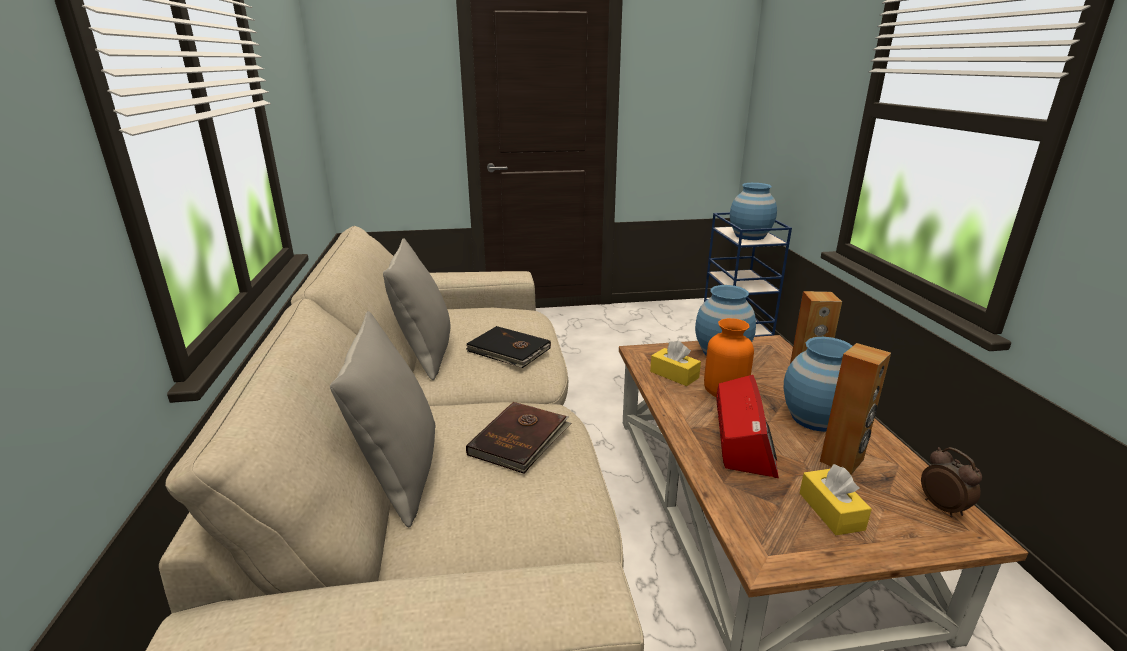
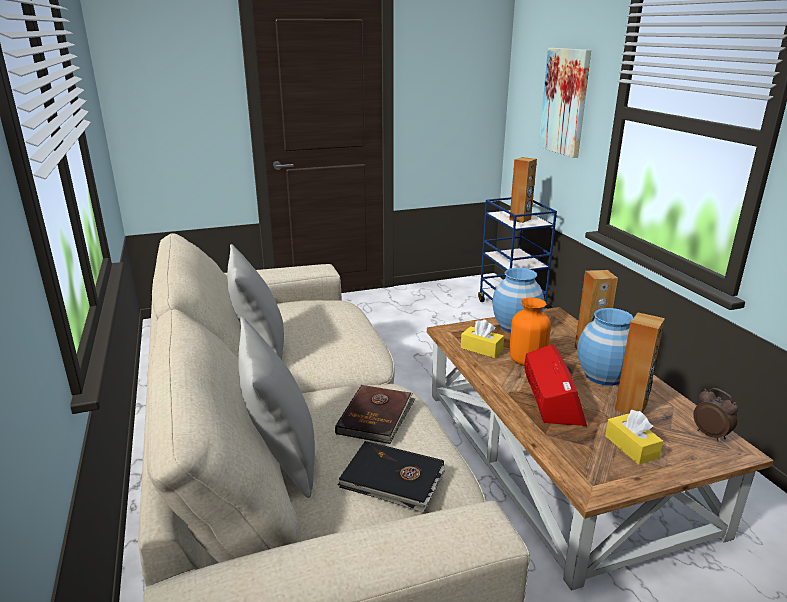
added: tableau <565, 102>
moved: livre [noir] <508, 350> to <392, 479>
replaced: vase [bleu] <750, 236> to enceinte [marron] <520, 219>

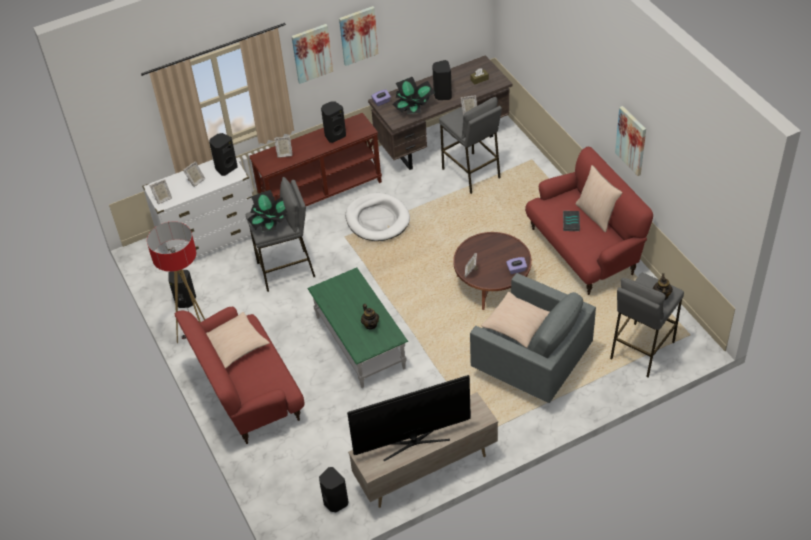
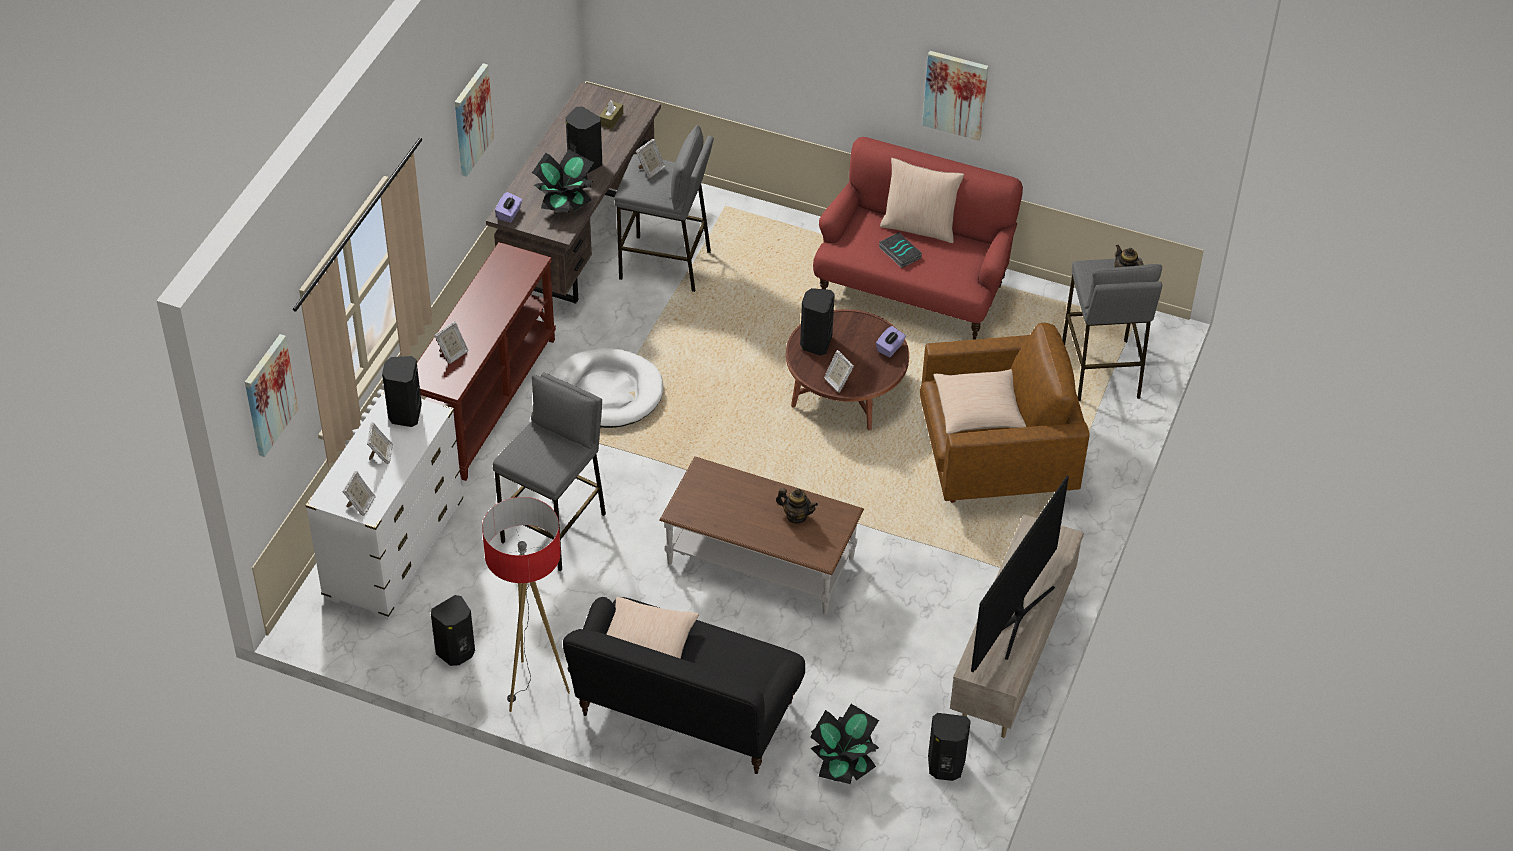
moved: plante en pot <272, 223> to <843, 761>; tableau <312, 53> to <269, 395>; enceinte [noir] <334, 135> to <815, 343>
recoloured: canapé [rouge] <248, 393> to canapé [noir] <686, 712>; table basse [vert] <360, 342> to table basse [marron] <760, 560>; fauteuil [gris] <530, 364> to fauteuil [marron] <995, 462>

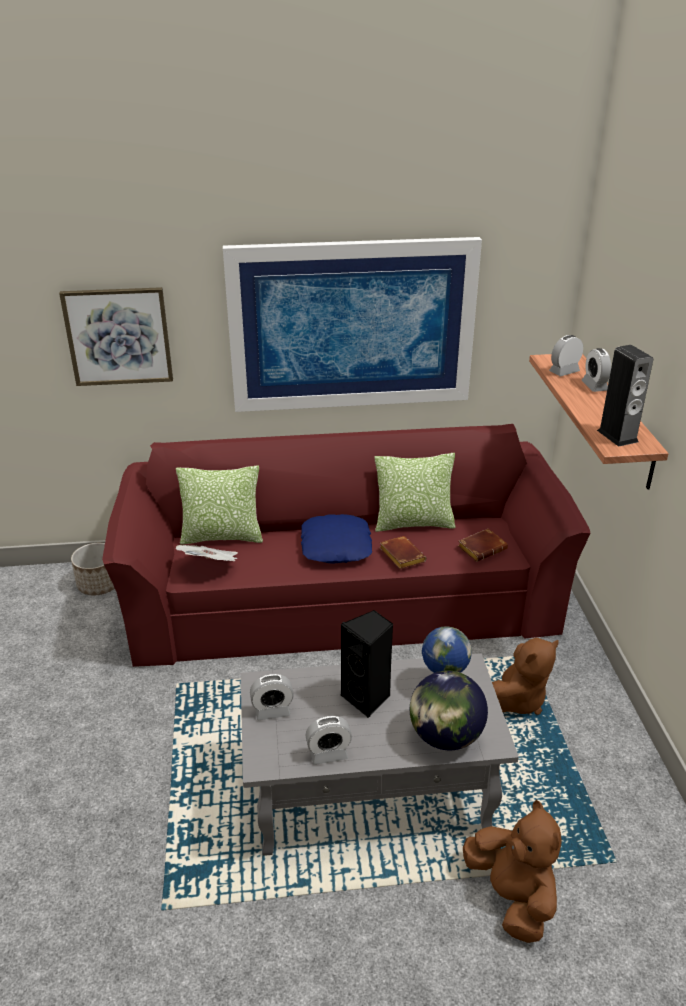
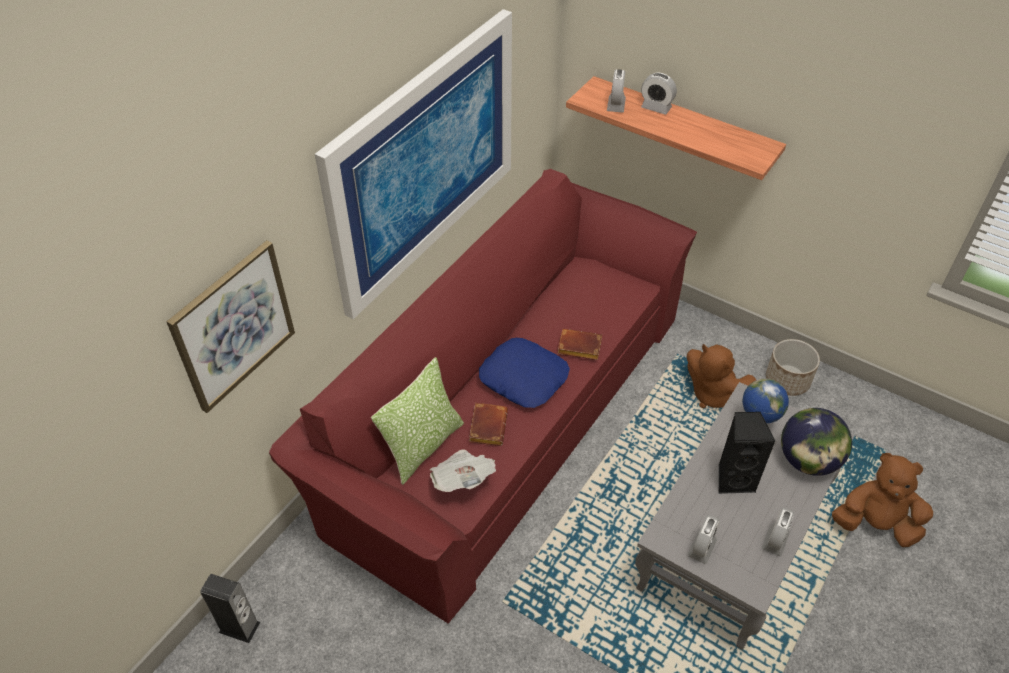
removed: coussin <413, 523>
moved: cache-pot <99, 584> to <787, 380>; livre [marron] <482, 548> to <487, 426>; enceinte <617, 436> to <239, 627>
turned: peluche [marron] <517, 700> = <714, 394> 135 degrees clockwise

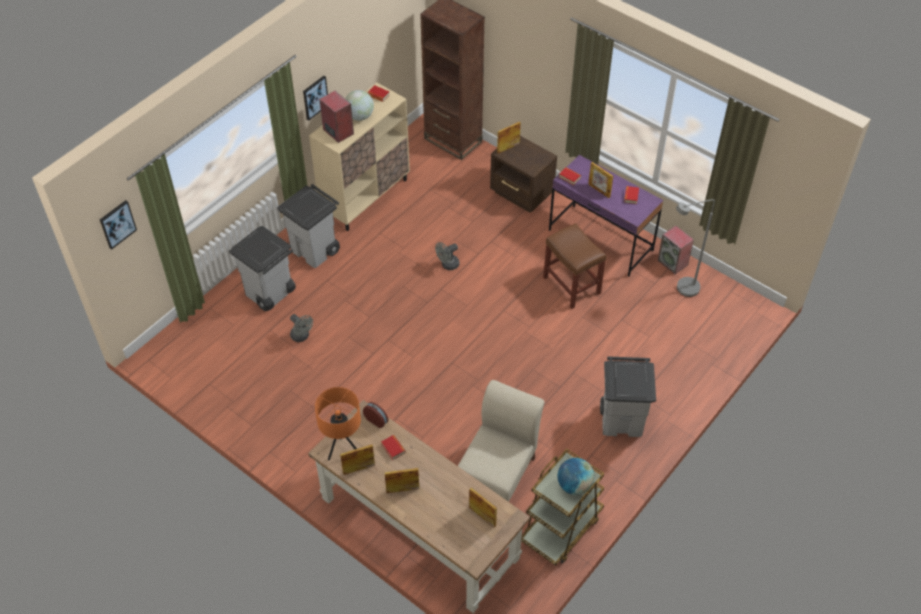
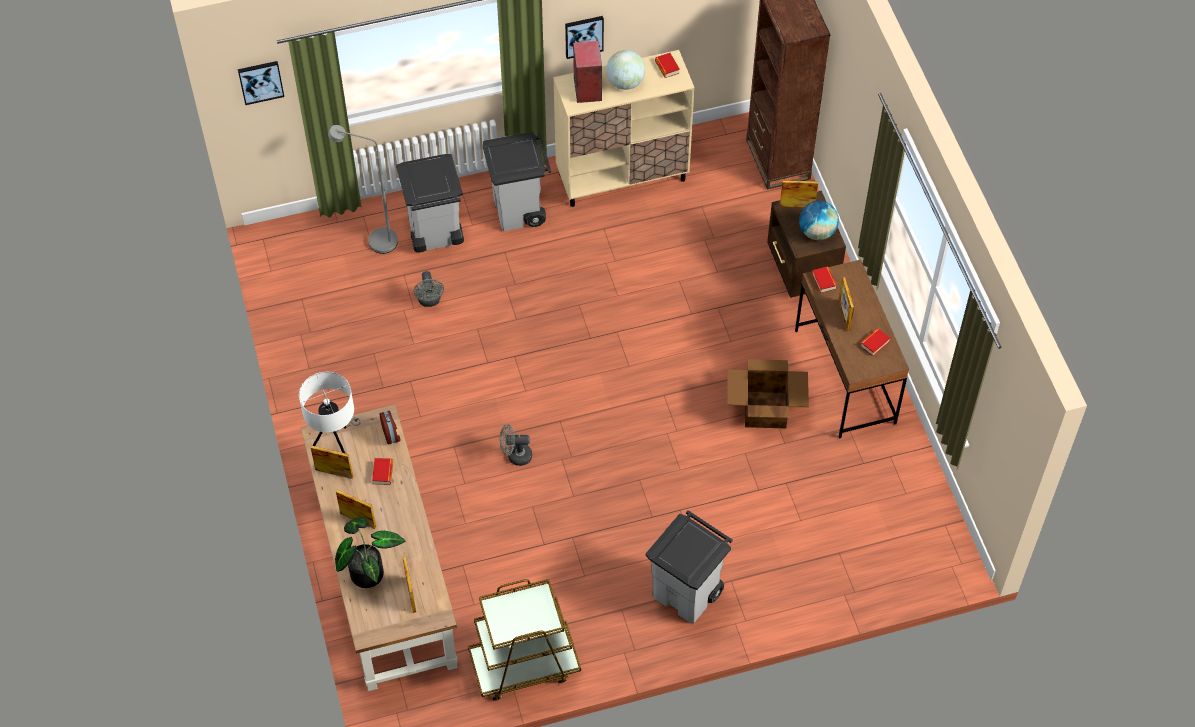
removed: chaise [beige] <498, 471>; enceinte <673, 262>
added: plante en pot <368, 570>
moved: ventilateur [gris] <447, 265> to <515, 456>; globe <574, 485> to <817, 232>; lampadaire [gris] <682, 289> to <375, 239>
replaced: tabouret [marron] <571, 285> to carton <764, 409>
recoloured: lampe de table [orange] <343, 448> to lampe de table [blanc] <337, 442>; bureau [violet] <600, 240> to bureau [marron] <844, 377>

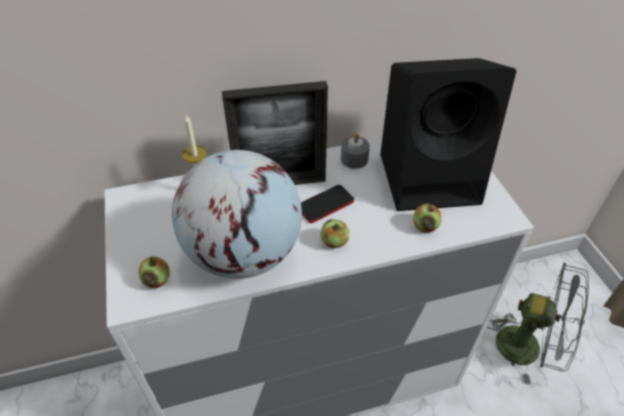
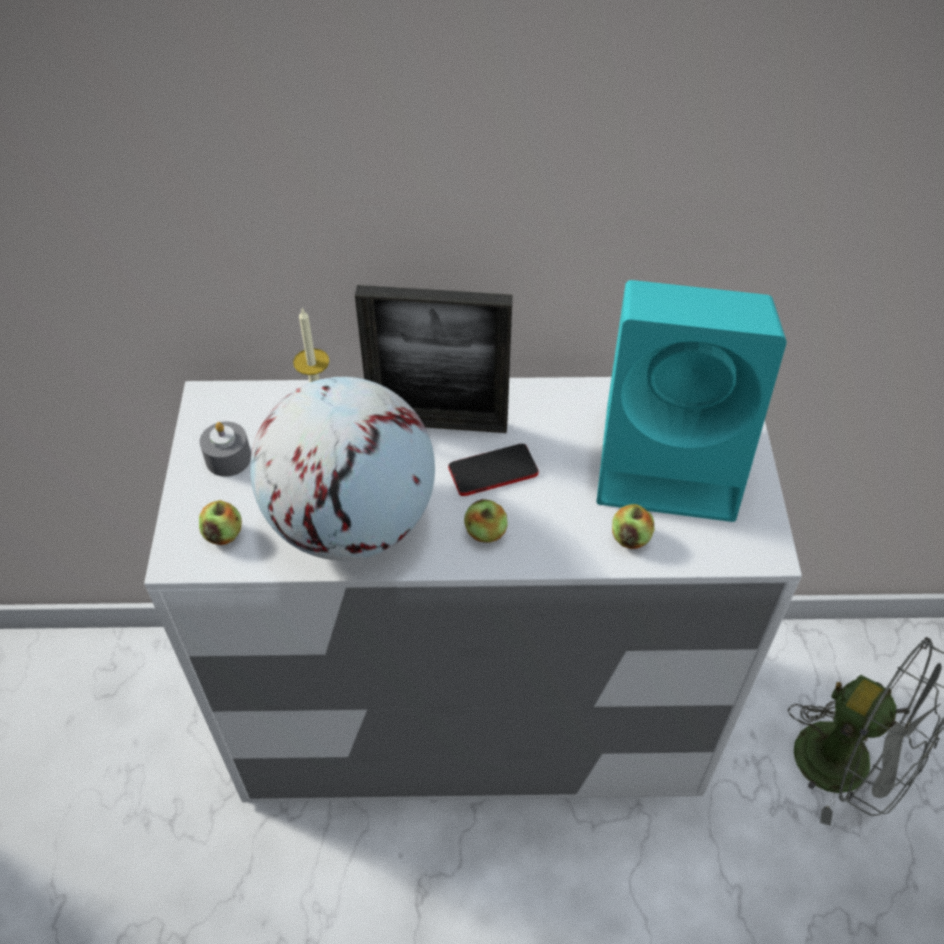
moved: bougie [gris] <354, 159> to <228, 458>
recoloured: enceinte [noir] <431, 177> to enceinte [turquoise] <673, 460>

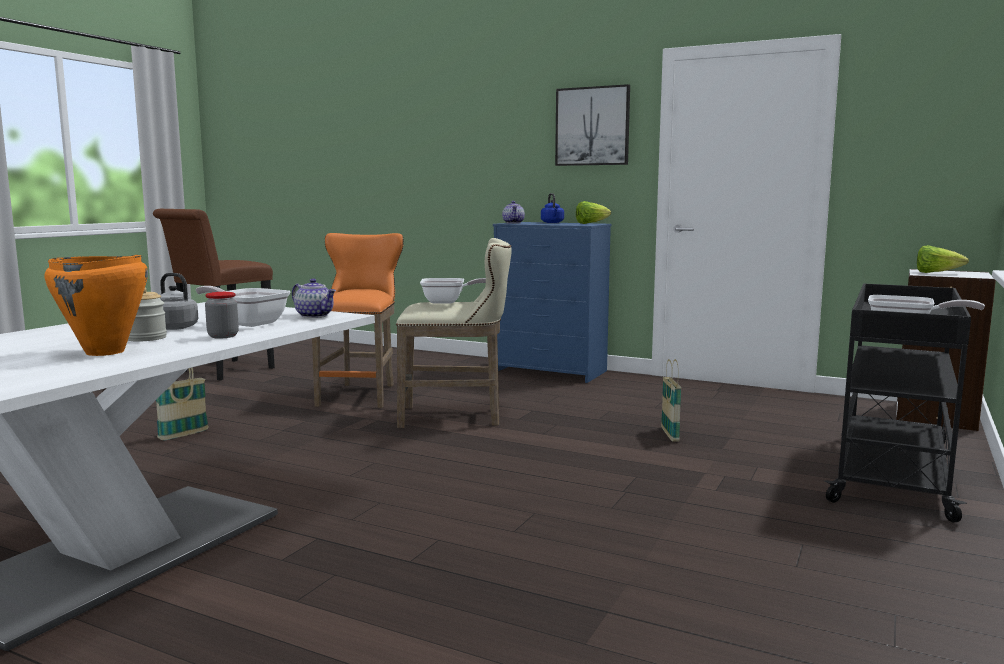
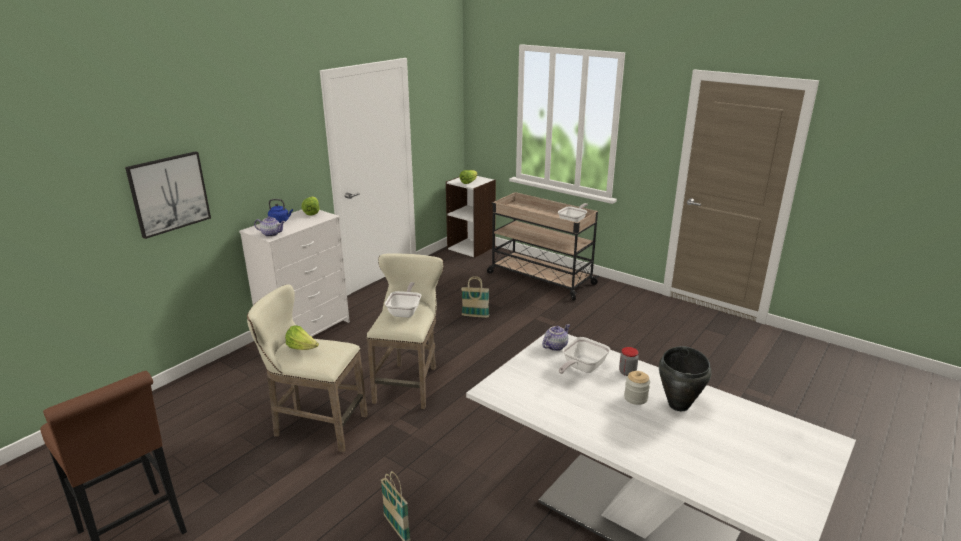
removed: bouilloire [gris] <173, 327>
added: laitue <302, 348>
moved: tableau <592, 126> to <169, 193>
recoloured: marmite [orange] <105, 352> to marmite [noir] <679, 405>; tabouret [orange] <361, 394> to tabouret [beige] <315, 426>; commode [bleu] <551, 371> to commode [blanc] <306, 330>; chariot [noir] <892, 470> to chariot [beige] <539, 278>

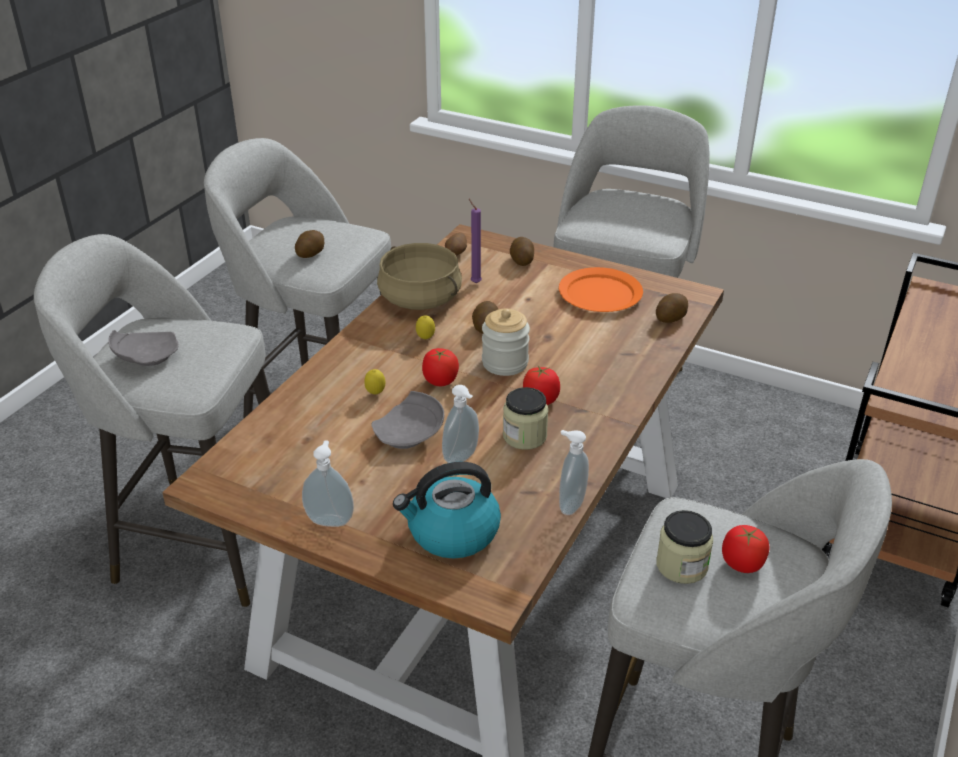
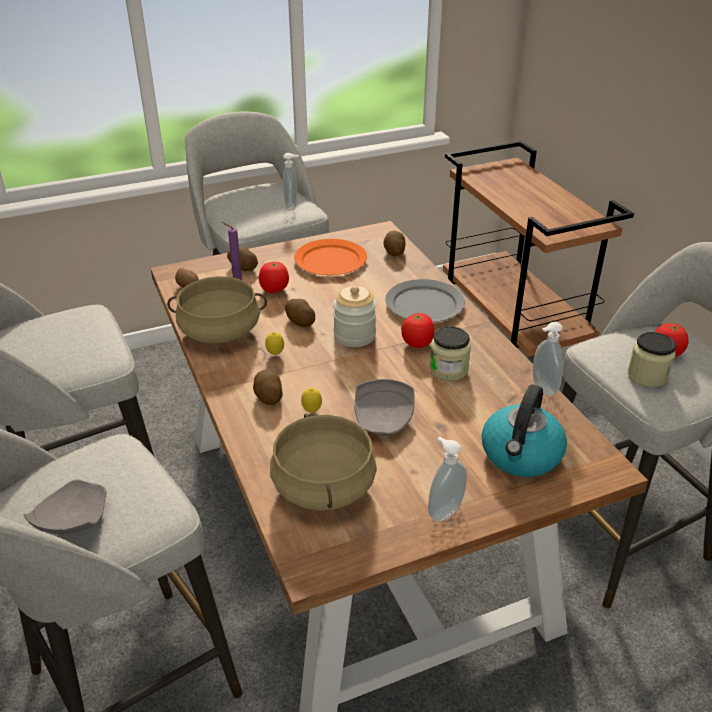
added: marmite [beige] <322, 486>; assiette [gris] <424, 304>
moved: pomme de terre <310, 253> to <268, 397>; tomate <440, 381> to <274, 289>; distributeur de savon <462, 458> to <292, 206>

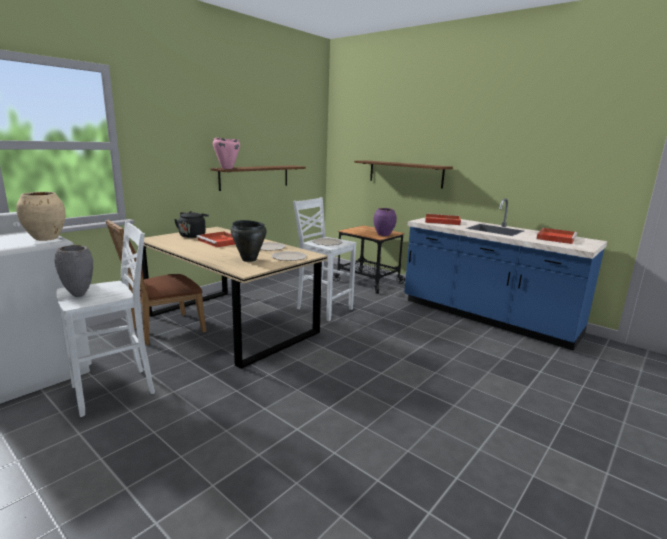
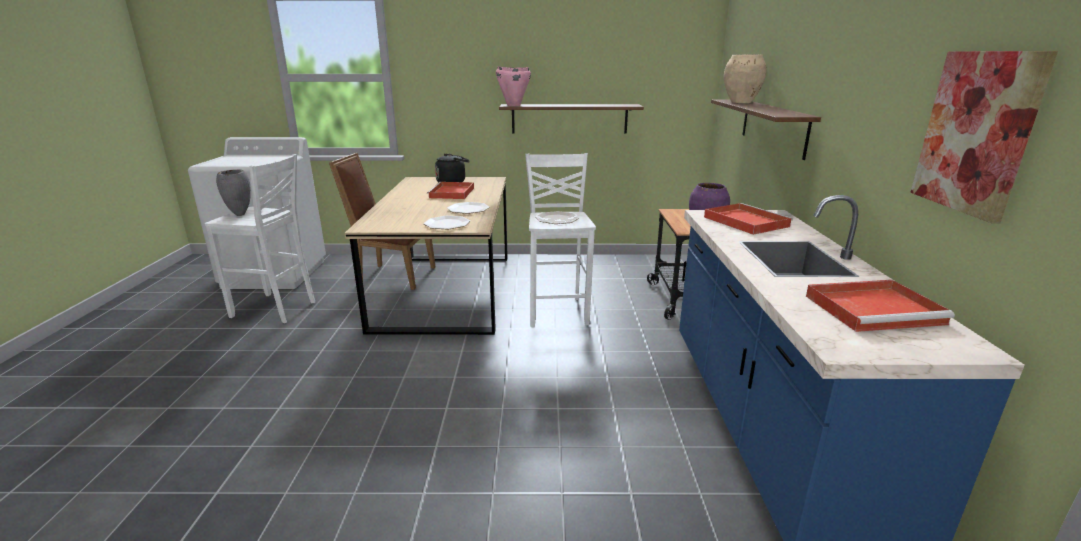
removed: marmite [noir] <249, 259>
added: tableau <976, 133>
moved: vase [beige] <46, 238> to <741, 102>

